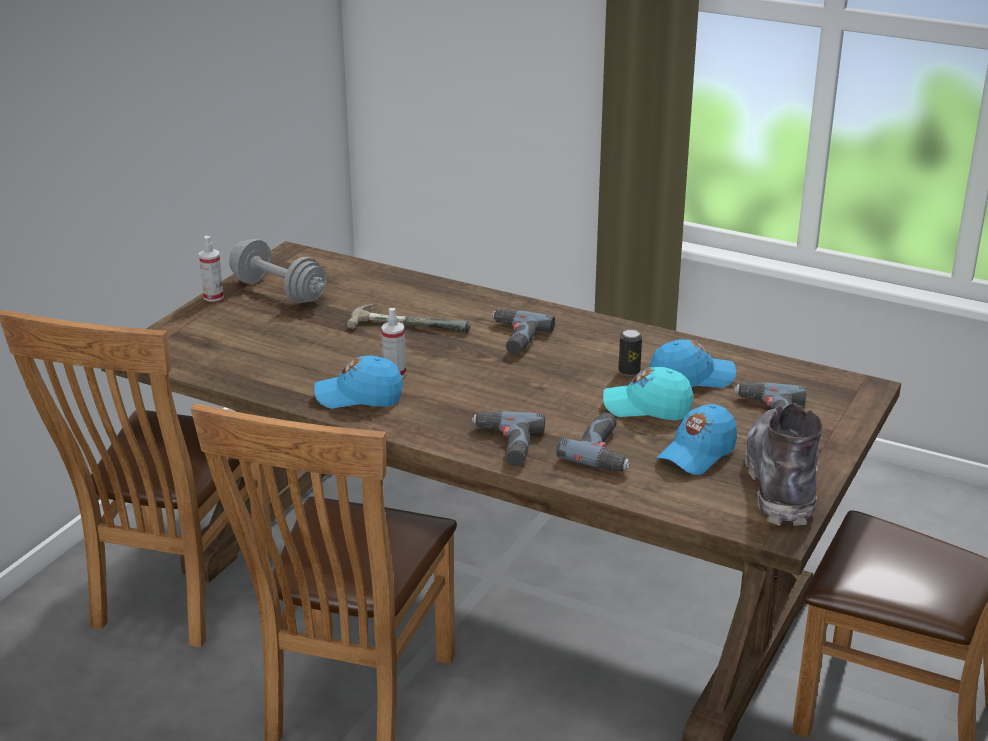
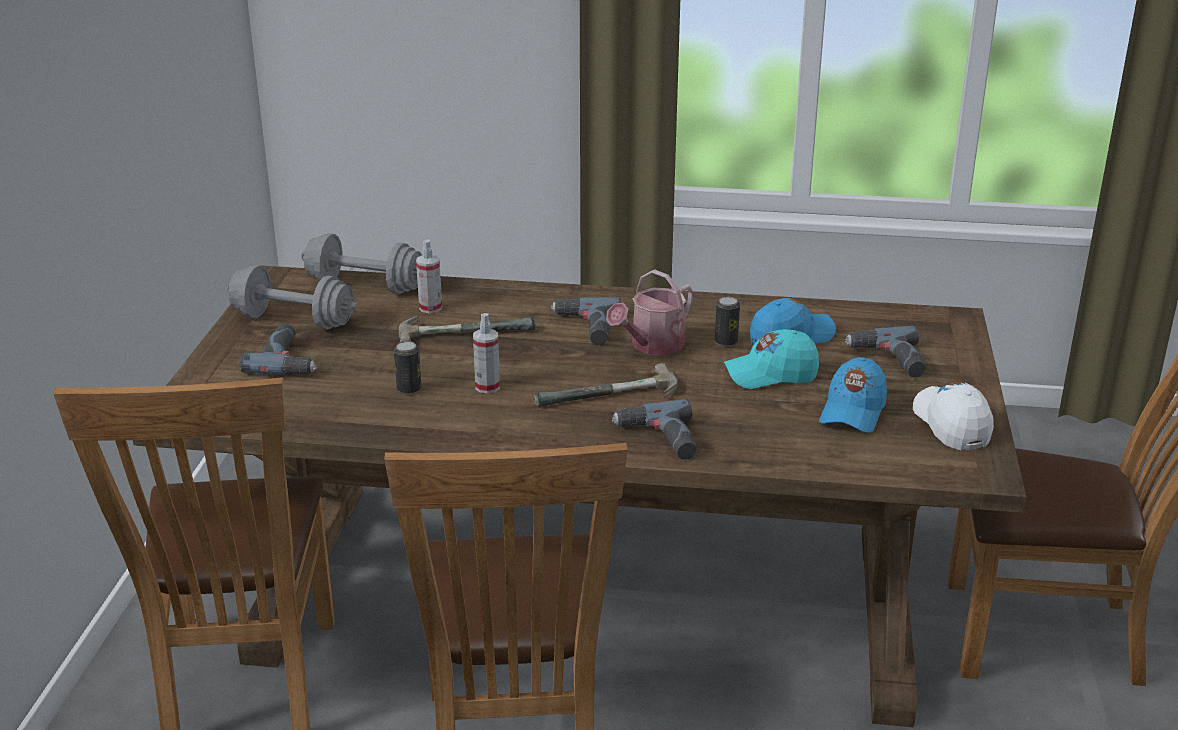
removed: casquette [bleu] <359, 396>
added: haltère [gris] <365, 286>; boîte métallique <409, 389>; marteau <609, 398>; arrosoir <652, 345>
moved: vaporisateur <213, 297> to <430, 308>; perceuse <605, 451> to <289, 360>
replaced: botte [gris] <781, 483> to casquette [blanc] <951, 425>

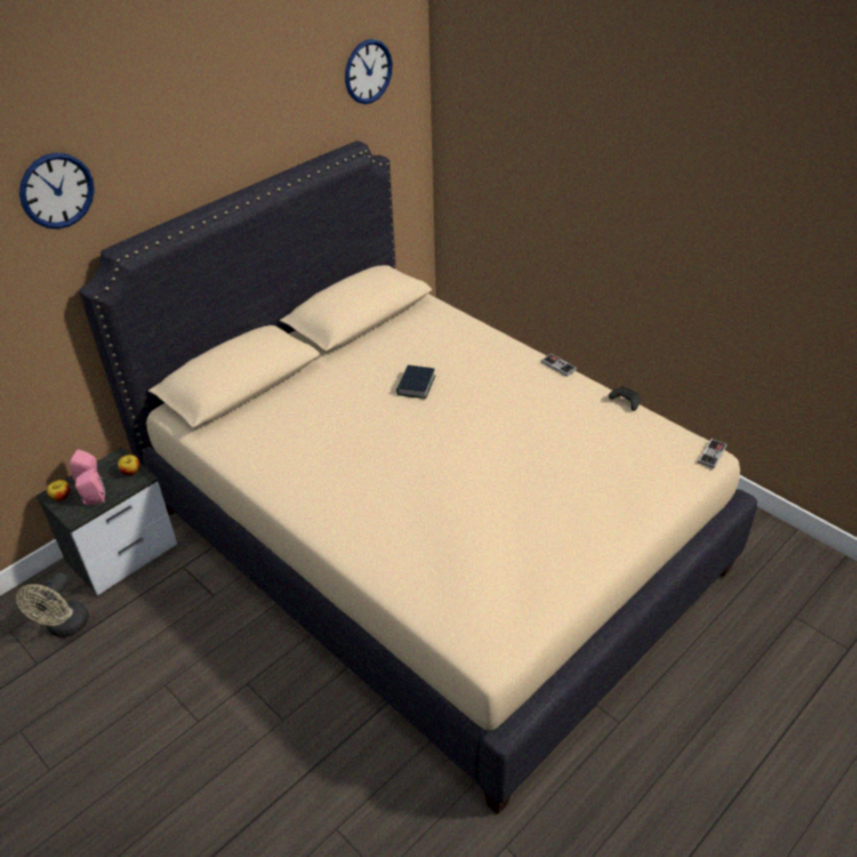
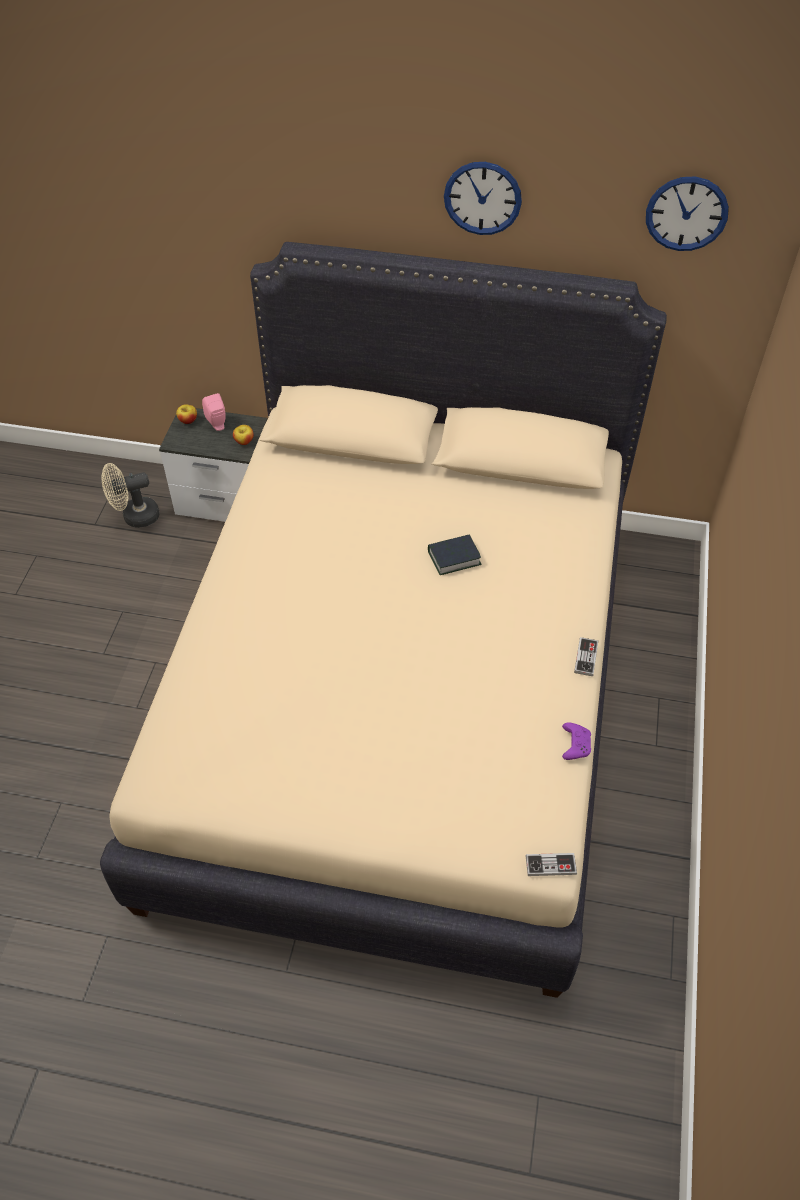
removed: enceinte [rose] <93, 500>
moved: horloge murale <57, 191> to <482, 198>
recoloured: manette [noir] <625, 402> to manette [violet] <575, 744>

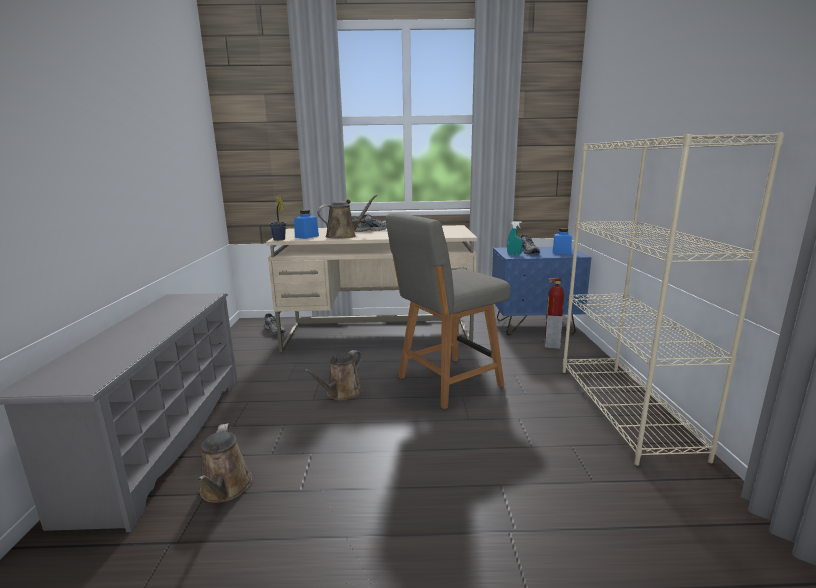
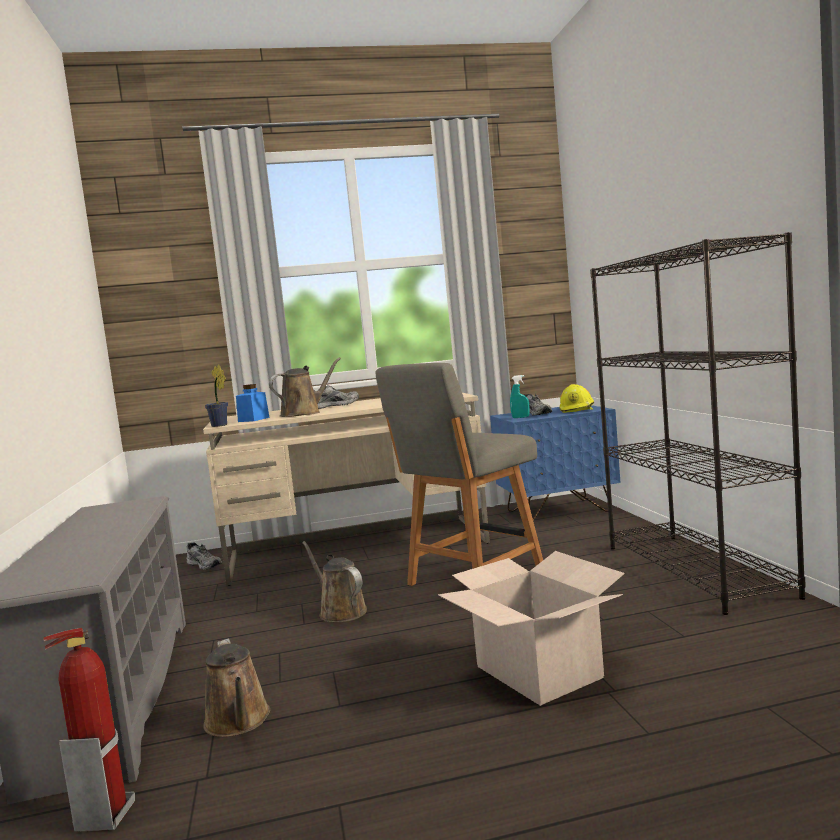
added: carton <539, 671>
moved: extincteur <551, 345> to <104, 816>
replaced: bocal [bleu] <561, 252> to casque de chantier [jaune] <577, 409>
recoloured: bibliothèque [beige] <625, 409> to bibliothèque [noir] <697, 570>
turned: arrosoir [marron] <341, 393> = <340, 611> 120 degrees clockwise

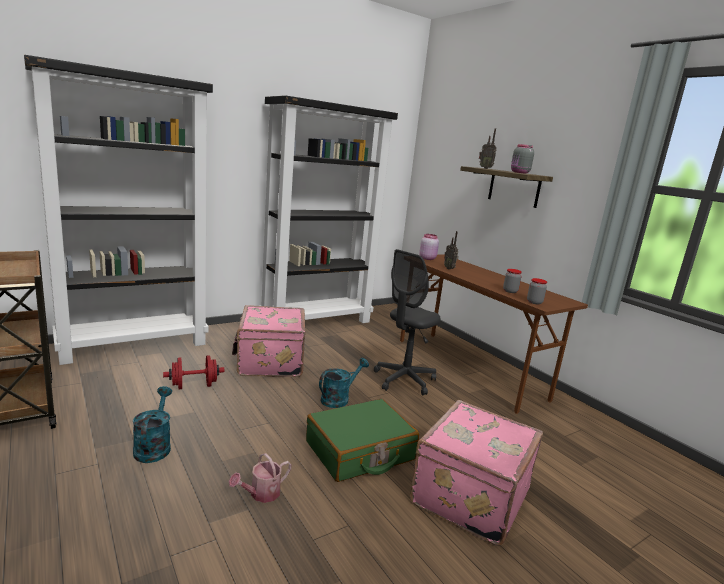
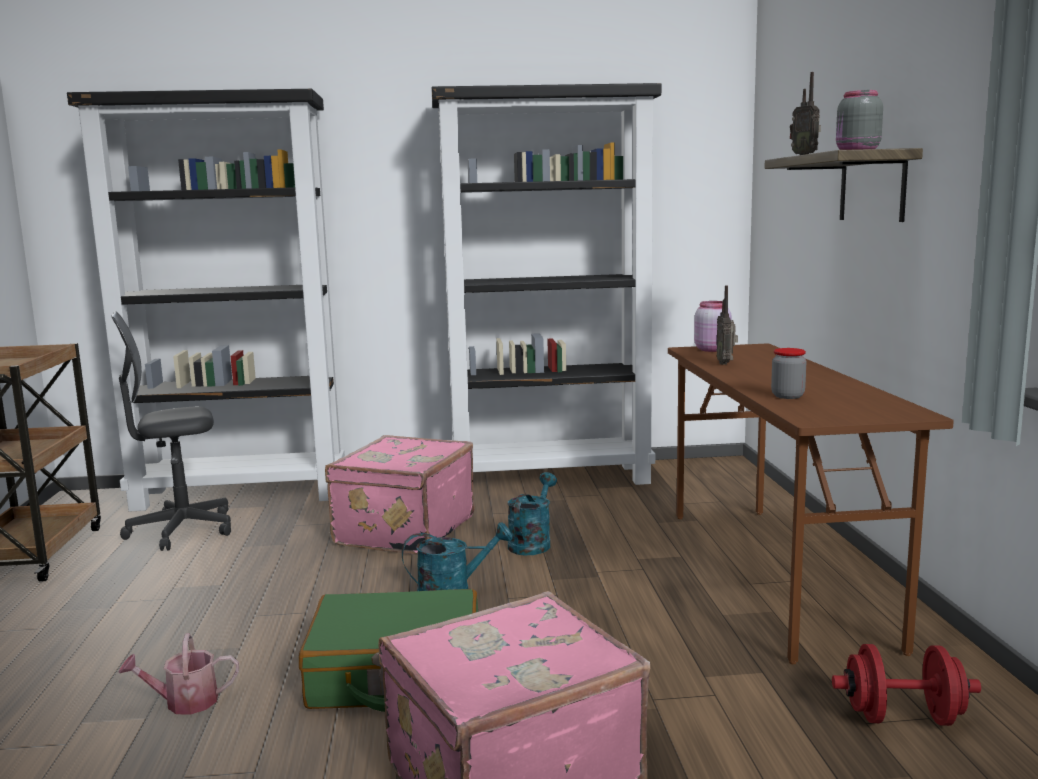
removed: bocal <534, 302>
moved: arrosoir [turquoise] <154, 446> to <532, 543>; haltère [rouge] <194, 386> to <903, 718>; chaise de bureau [gris] <404, 380> to <181, 531>

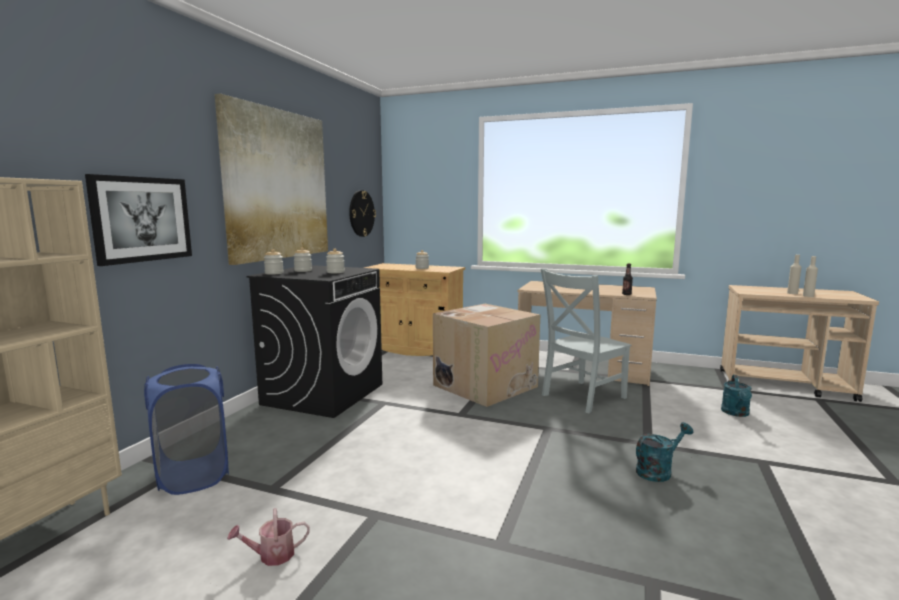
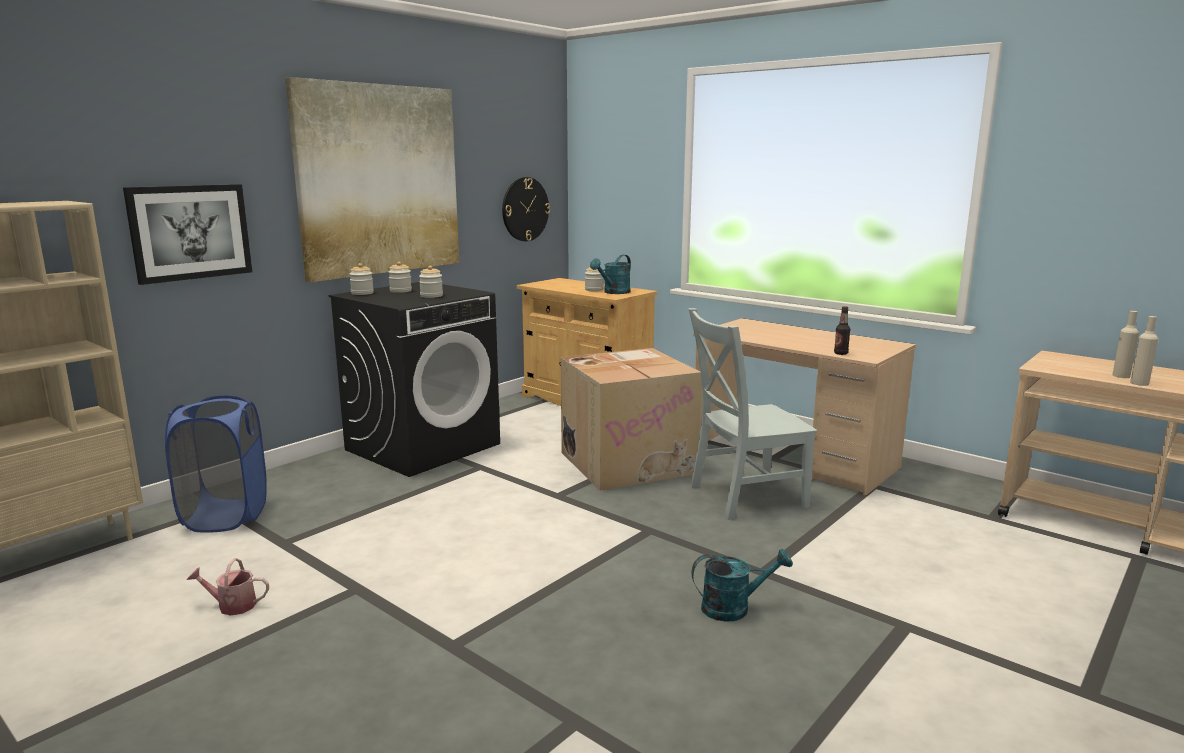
moved: arrosoir [turquoise] <736, 413> to <614, 292>

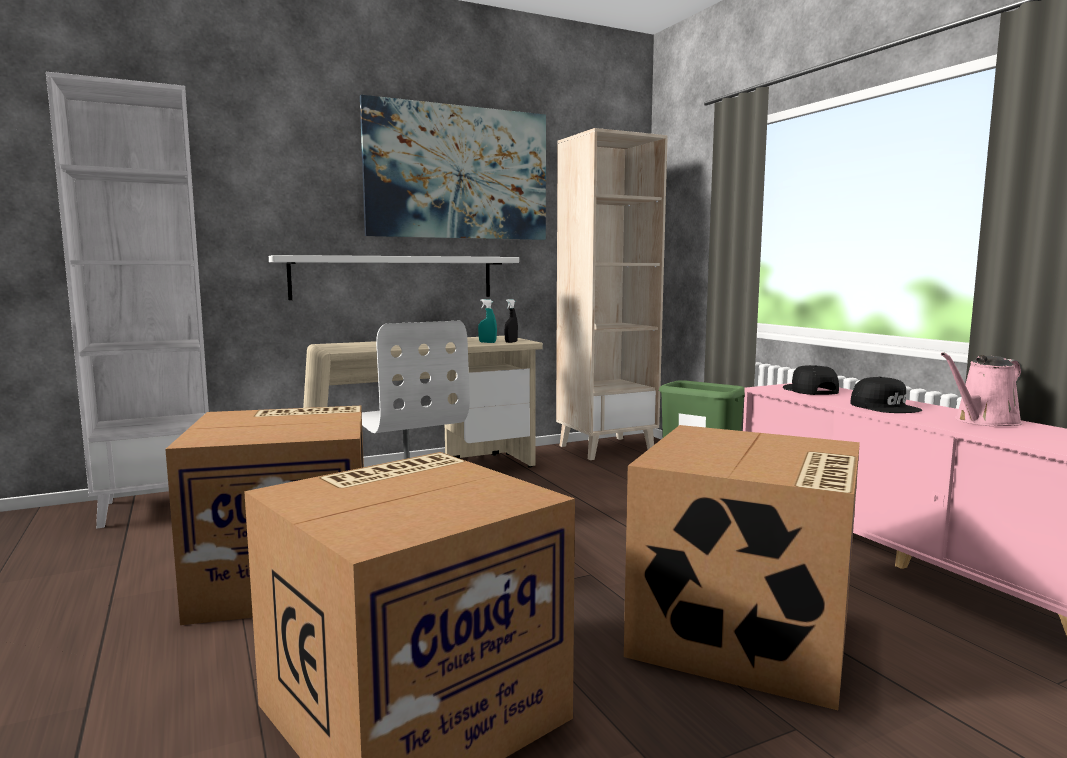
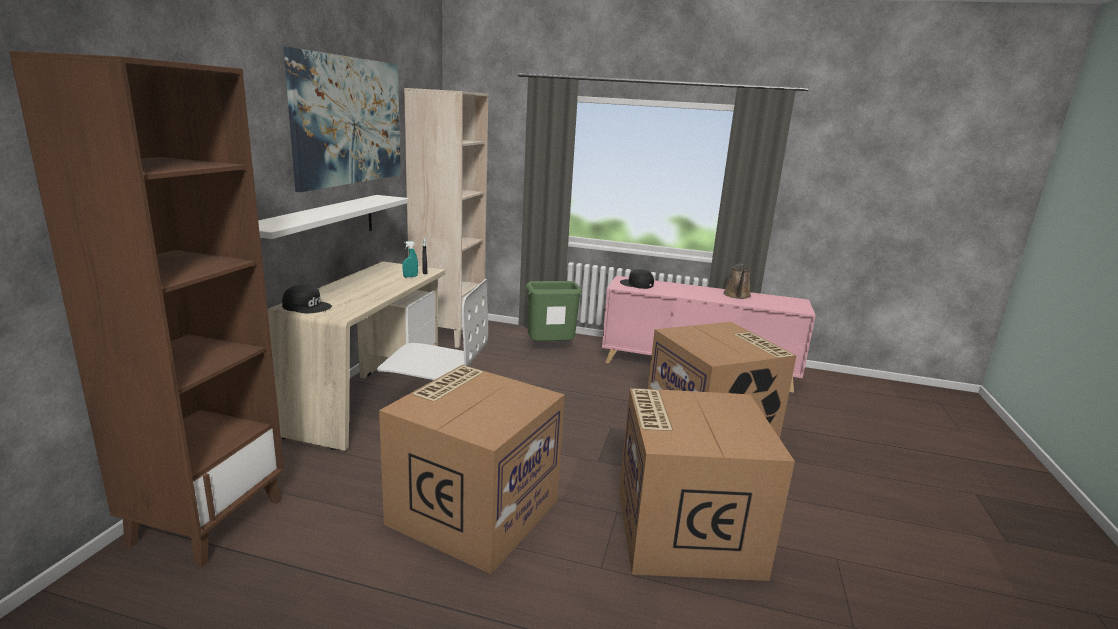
moved: casquette [noir] <885, 407> to <307, 306>
recoloured: bibliothèque [blanc] <159, 507> to bibliothèque [marron] <207, 520>; arrosoir [rose] <983, 421> to arrosoir [marron] <737, 295>

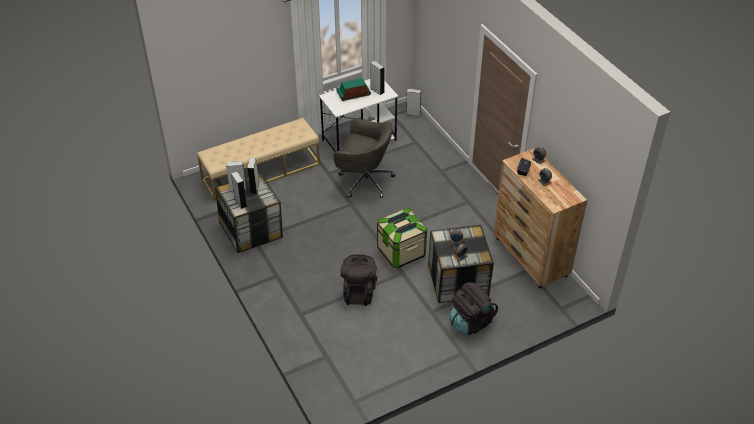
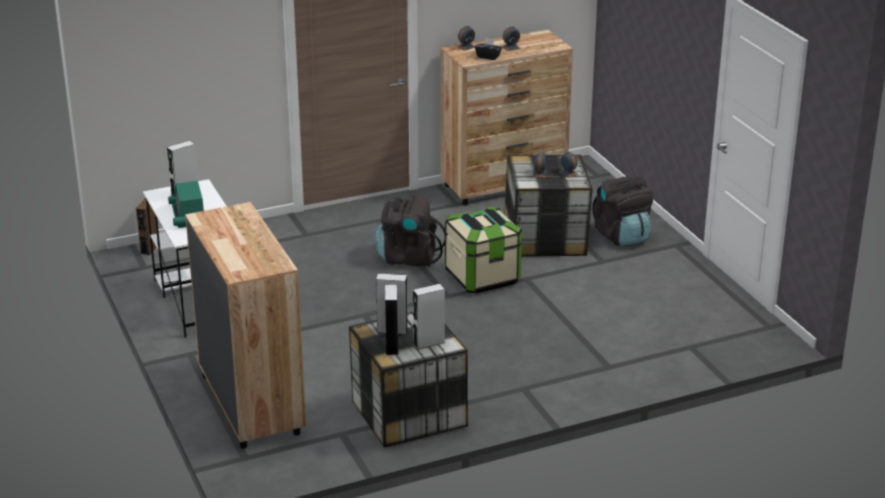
removed: chaise de bureau [gris] <364, 180>
moved: sac à dos [noir] <359, 292> to <408, 257>
replaced: banc [beige] <261, 171> to commode [marron] <251, 403>
recoloured: enceinte [gris] <413, 114> to enceinte [marron] <149, 248>

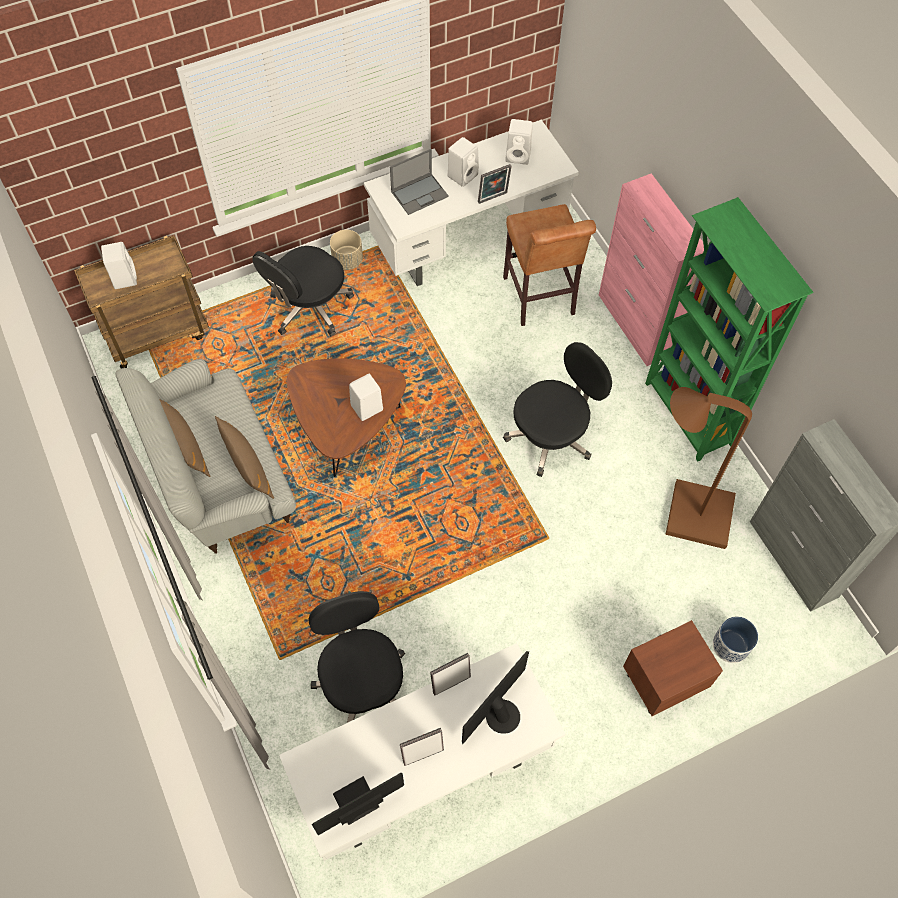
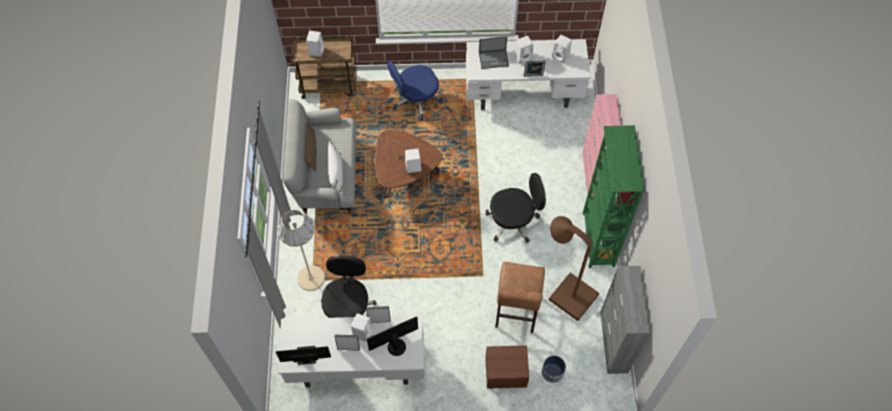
removed: cache-pot [beige] <348, 260>
added: lampadaire [beige] <311, 278>; enceinte [blanc] <363, 331>
moved: tabouret [marron] <540, 299> to <516, 313>
recoloured: coussin [marron] <247, 467> to coussin [blanc] <336, 174>; chaise de bureau [noir] <309, 308> to chaise de bureau [bleu] <415, 100>

